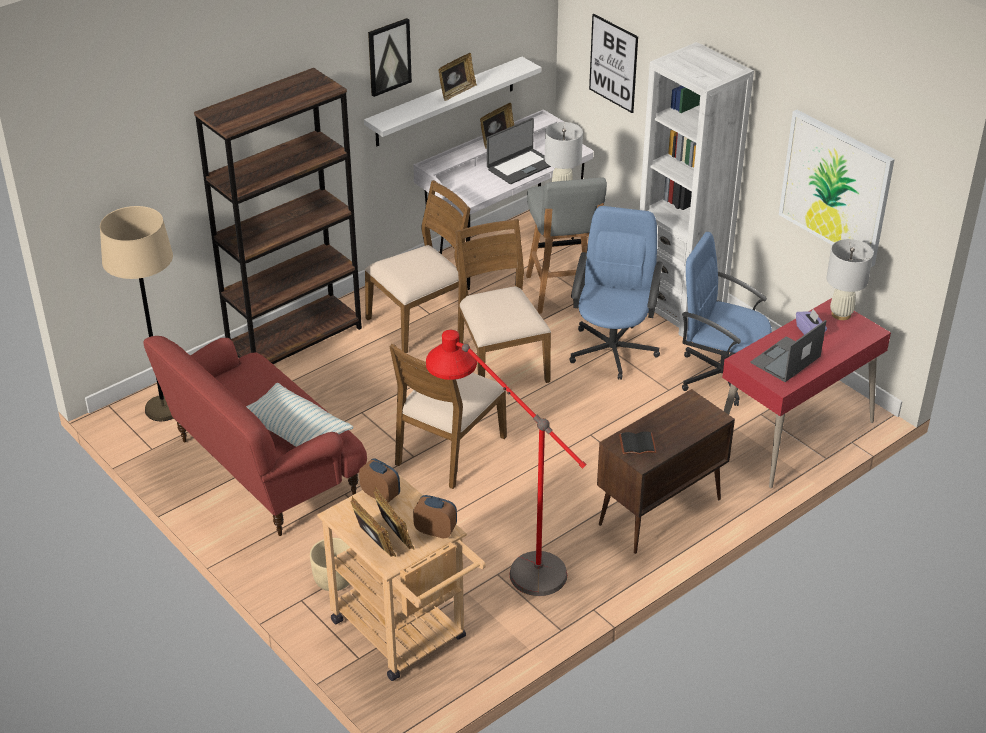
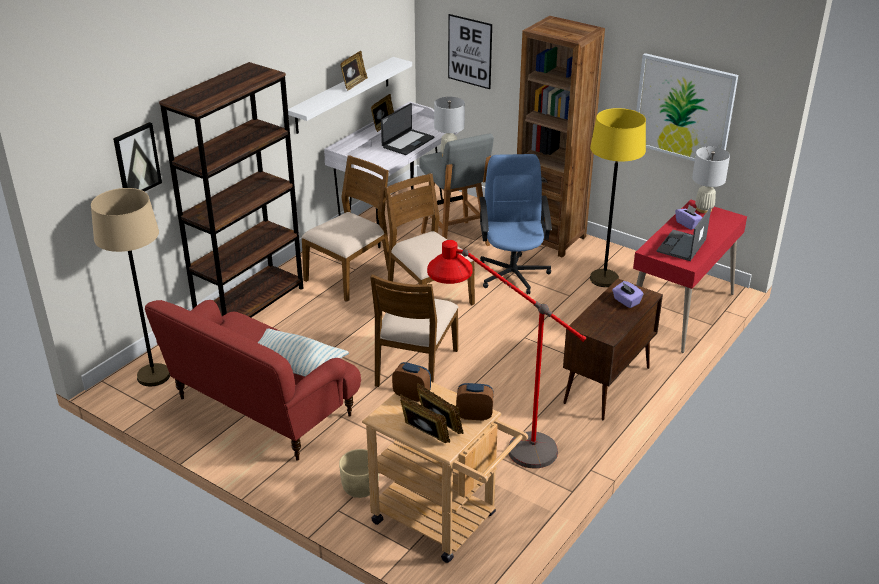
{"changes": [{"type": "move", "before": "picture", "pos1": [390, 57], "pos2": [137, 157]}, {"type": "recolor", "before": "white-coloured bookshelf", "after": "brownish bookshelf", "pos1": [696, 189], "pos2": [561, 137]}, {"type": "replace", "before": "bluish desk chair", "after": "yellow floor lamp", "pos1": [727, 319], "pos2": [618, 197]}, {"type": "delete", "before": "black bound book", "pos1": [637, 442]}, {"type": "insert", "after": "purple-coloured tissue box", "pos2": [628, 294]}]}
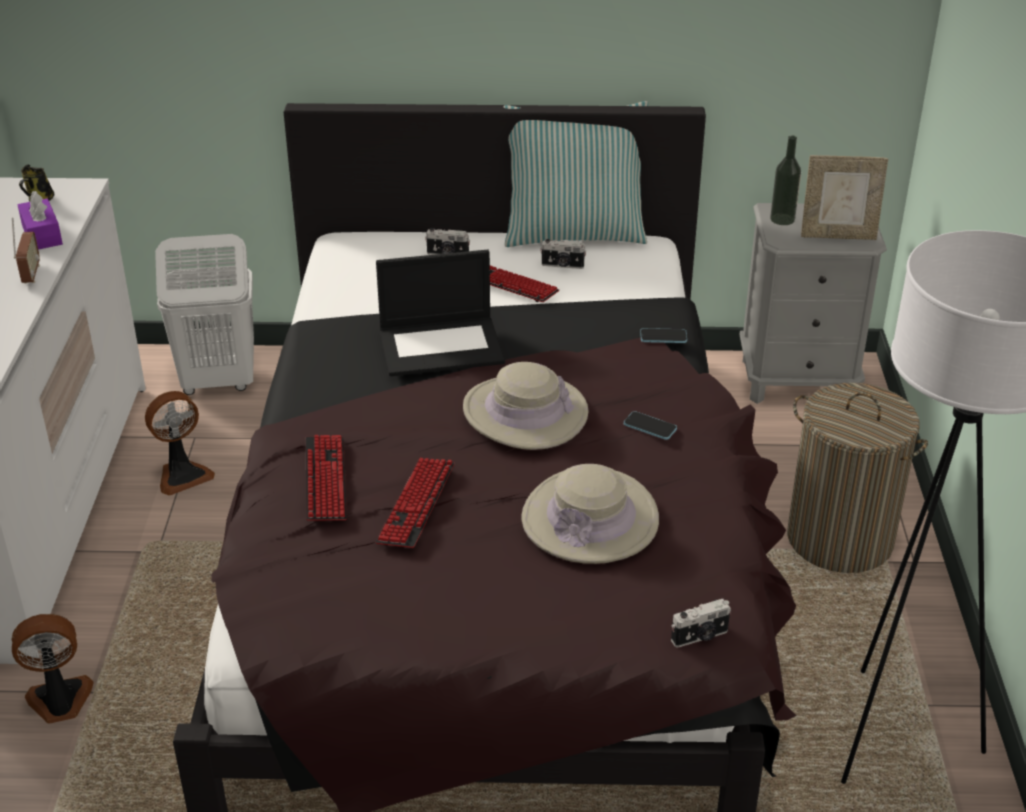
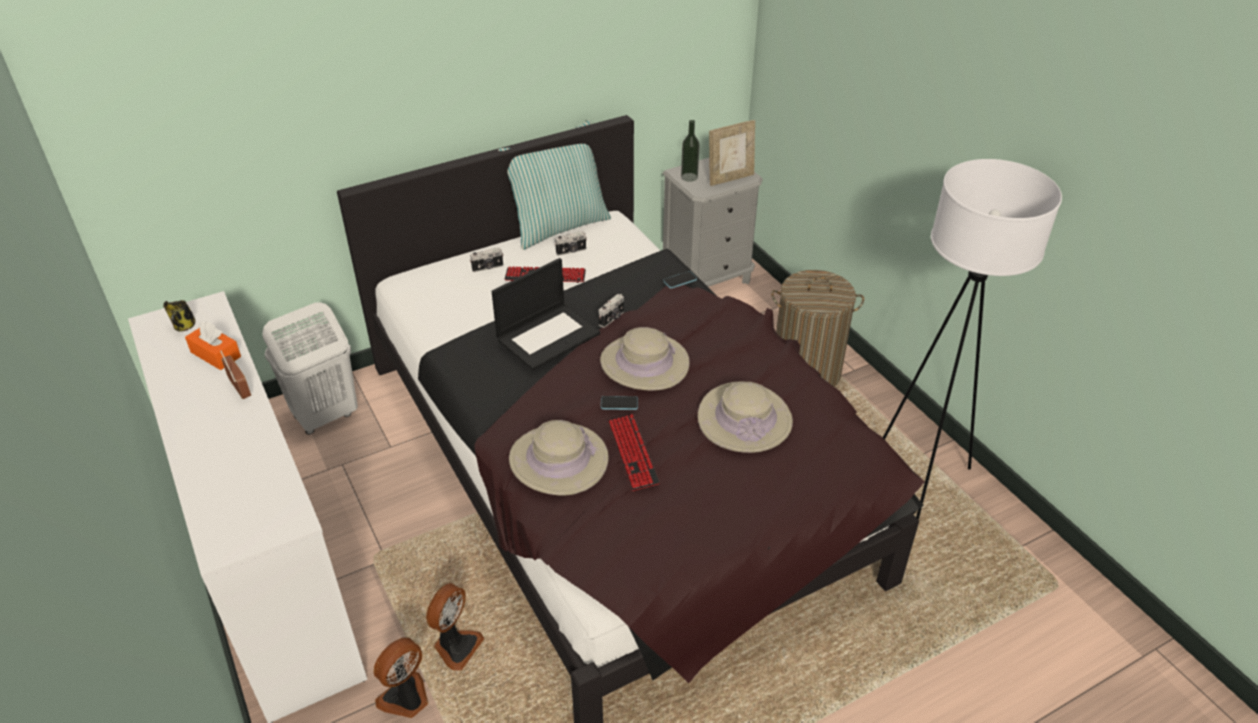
{"changes": [{"type": "recolor", "before": "purple-coloured tissue box", "after": "orange tissue box", "pos1": [40, 220], "pos2": [213, 346]}, {"type": "move", "before": "electric fan", "pos1": [180, 443], "pos2": [455, 627]}, {"type": "move", "before": "handset", "pos1": [650, 425], "pos2": [619, 403]}, {"type": "replace", "before": "PC keyboard", "after": "sand-coloured hat", "pos1": [326, 478], "pos2": [559, 457]}, {"type": "move", "before": "photo camera", "pos1": [701, 623], "pos2": [611, 311]}]}
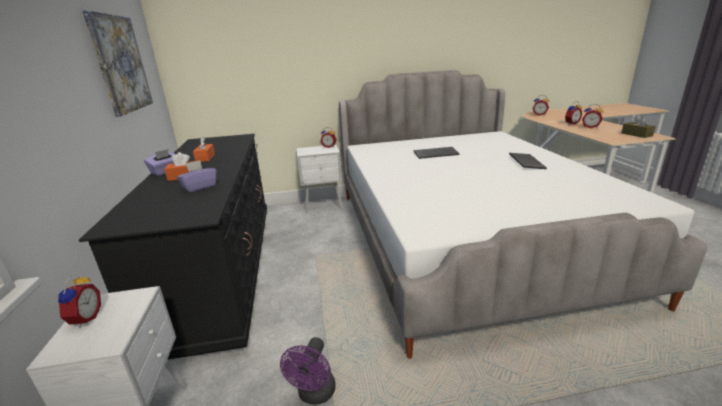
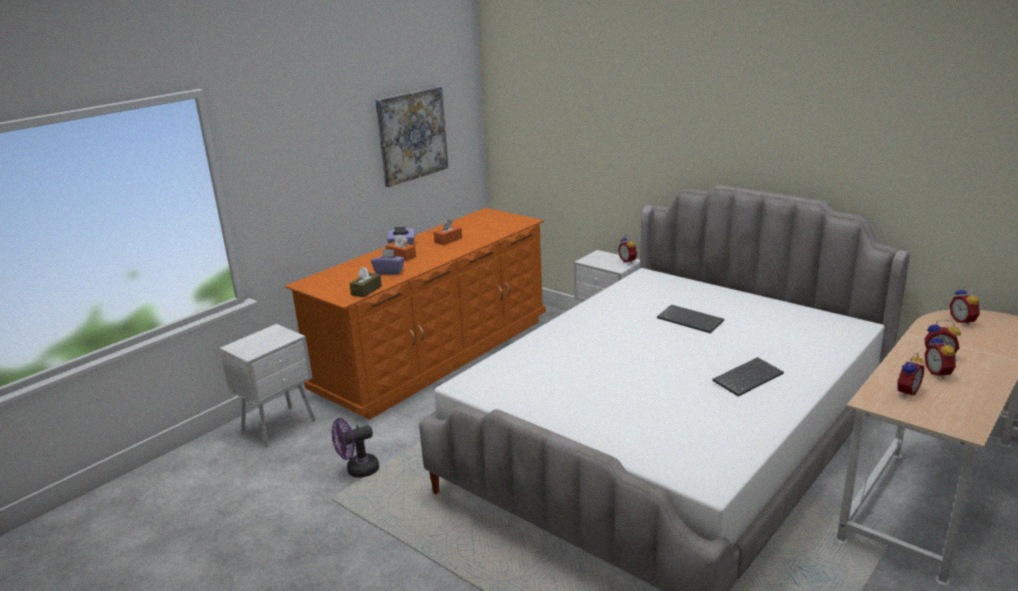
{"changes": [{"type": "move", "before": "brownish tissue box", "pos1": [638, 126], "pos2": [366, 282]}, {"type": "recolor", "before": "black chest of drawers", "after": "orange chest of drawers", "pos1": [173, 247], "pos2": [415, 314]}, {"type": "move", "before": "table clock", "pos1": [78, 300], "pos2": [910, 375]}]}
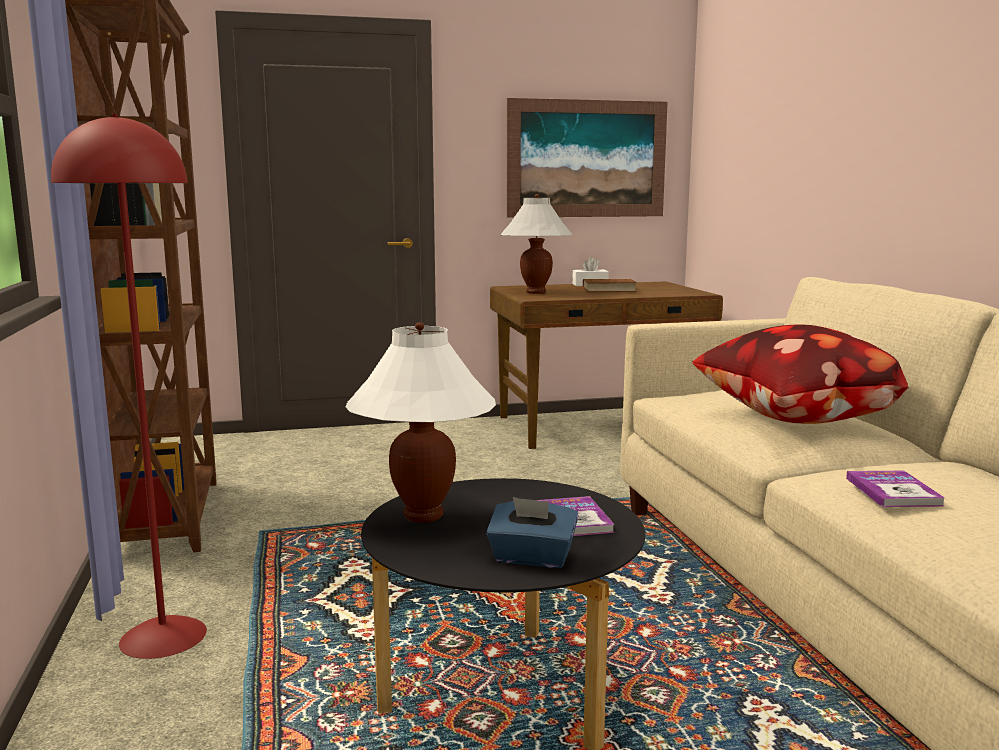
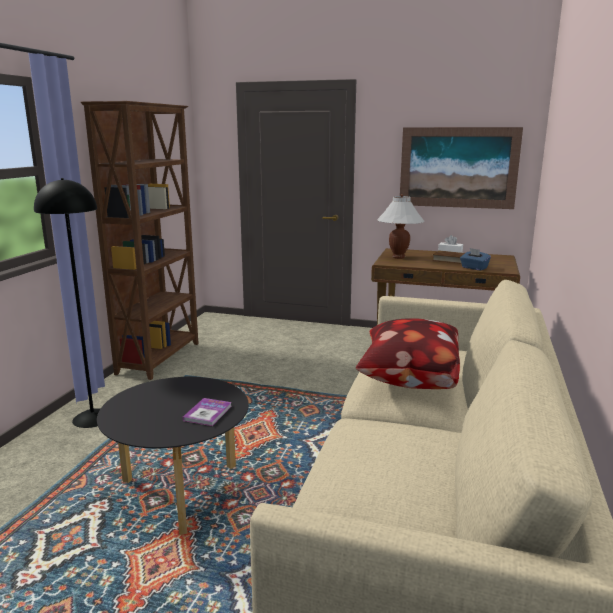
{"changes": [{"type": "recolor", "before": "red-coloured floor lamp", "after": "black floor lamp", "pos1": [129, 386], "pos2": [67, 303]}, {"type": "delete", "before": "white-coloured table lamp", "pos1": [420, 422]}, {"type": "delete", "before": "bound book", "pos1": [895, 489]}, {"type": "move", "before": "bluish tissue box", "pos1": [532, 532], "pos2": [475, 259]}]}
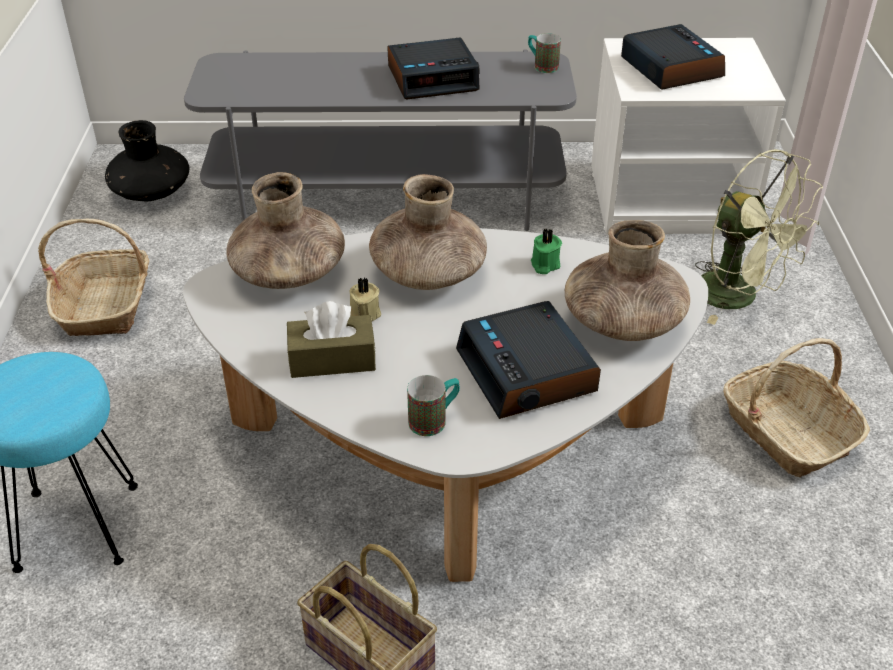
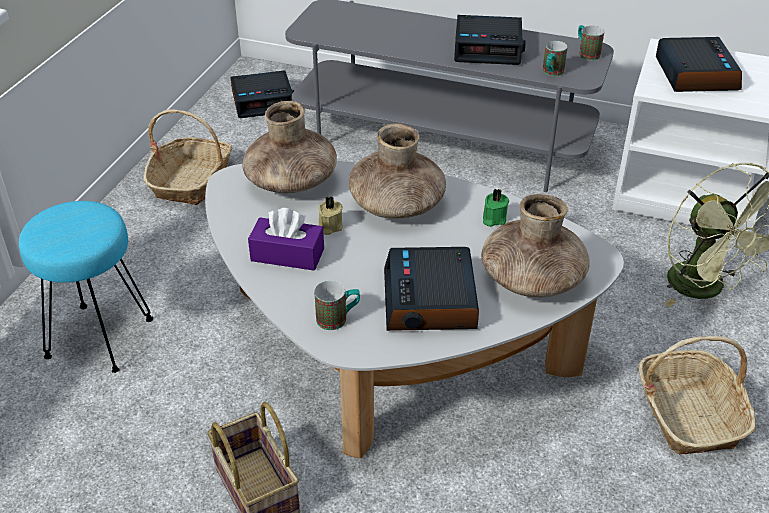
{"changes": [{"type": "replace", "before": "black flower vase", "after": "table clock", "pos1": [147, 161], "pos2": [262, 94]}, {"type": "recolor", "before": "brownish tissue box", "after": "purple-coloured tissue box", "pos1": [331, 339], "pos2": [286, 239]}, {"type": "insert", "after": "tea mug", "pos2": [555, 58]}]}
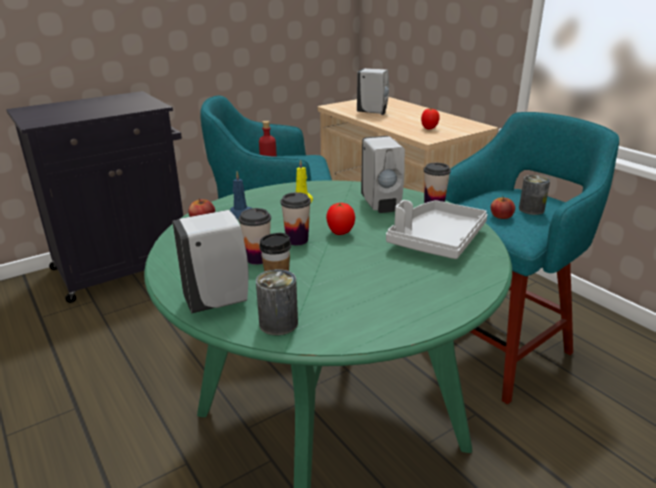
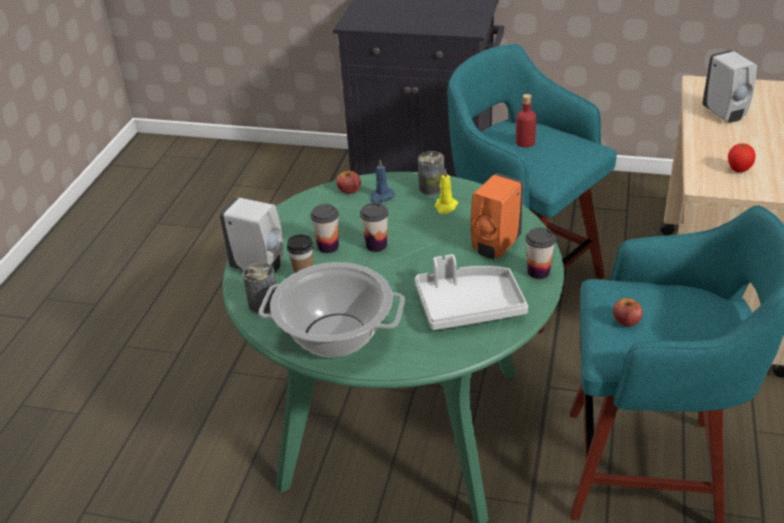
{"changes": [{"type": "recolor", "before": "white-coloured liquid soap bottle", "after": "orange liquid soap bottle", "pos1": [383, 174], "pos2": [497, 216]}, {"type": "move", "before": "sealed can", "pos1": [534, 195], "pos2": [431, 173]}, {"type": "delete", "before": "fresh tomato", "pos1": [340, 219]}, {"type": "insert", "after": "saucepot", "pos2": [332, 309]}]}
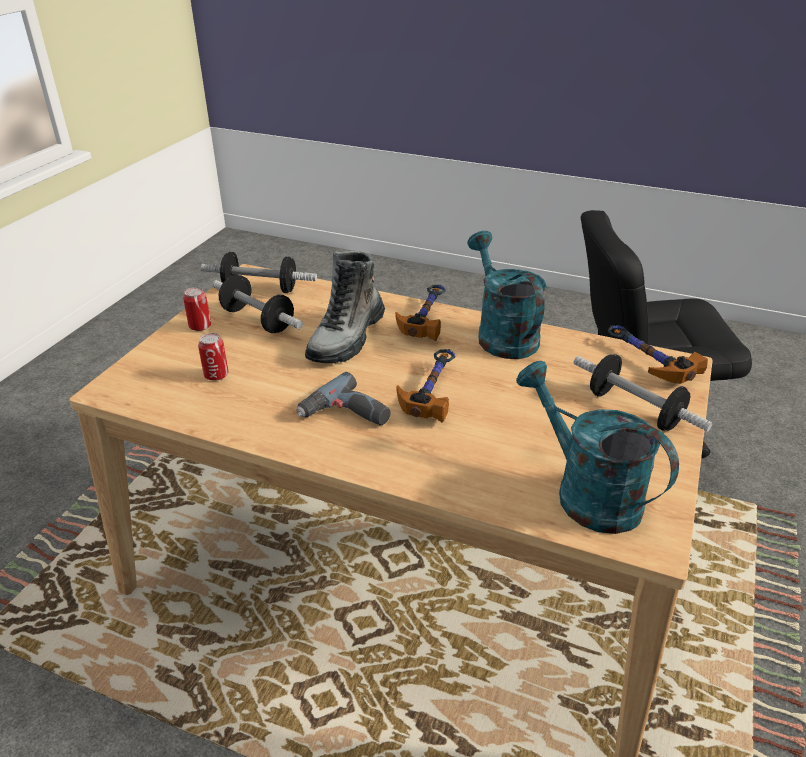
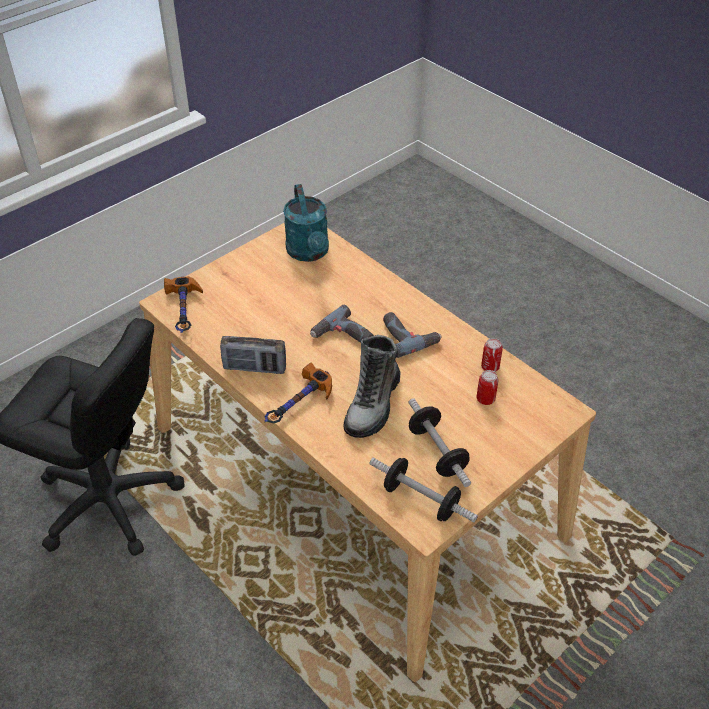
{"changes": [{"type": "replace", "before": "turquoise-coloured watering can", "after": "radio receiver", "pos1": [507, 295], "pos2": [253, 355]}, {"type": "rotate", "before": "high-top boot", "pos1": [345, 307], "pos2": [372, 386], "turn": 150}, {"type": "move", "before": "sealed can", "pos1": [197, 309], "pos2": [492, 355]}, {"type": "replace", "before": "hammer", "after": "power drill", "pos1": [426, 386], "pos2": [342, 323]}, {"type": "delete", "before": "dumbbell", "pos1": [643, 393]}]}
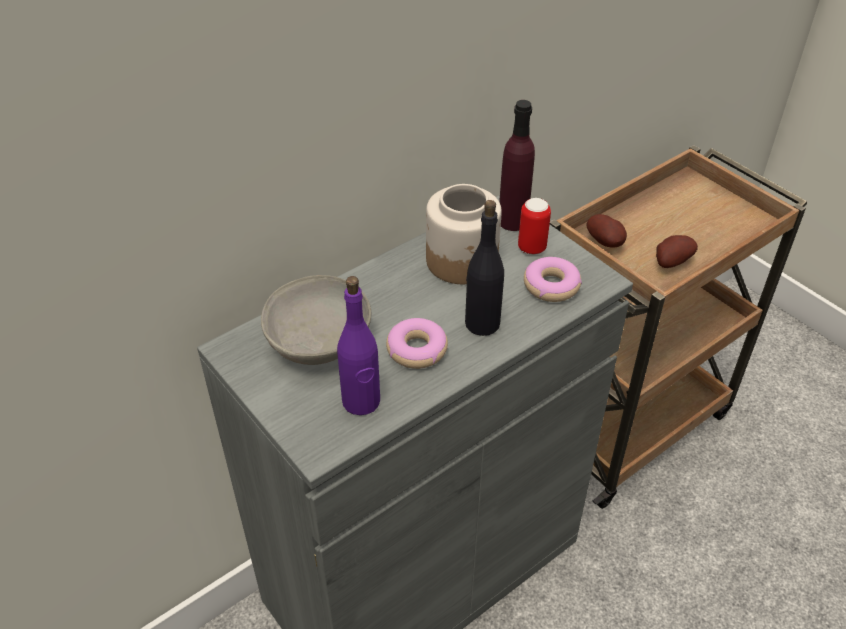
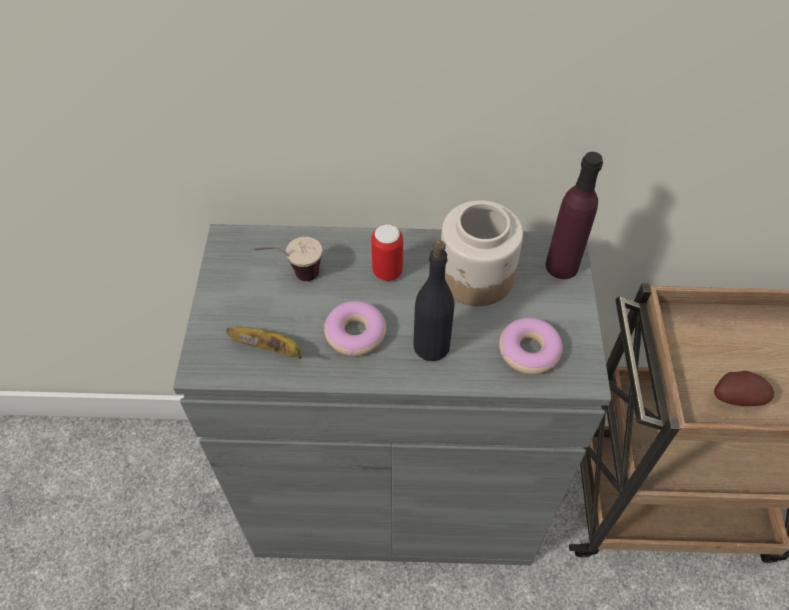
{"changes": [{"type": "move", "before": "sealed can", "pos1": [534, 226], "pos2": [387, 252]}, {"type": "delete", "before": "whole potato", "pos1": [606, 231]}, {"type": "replace", "before": "gray deep dish", "after": "cup", "pos1": [316, 320], "pos2": [288, 259]}, {"type": "replace", "before": "purple-coloured drink bottle", "after": "banana fruit", "pos1": [358, 345], "pos2": [264, 343]}]}
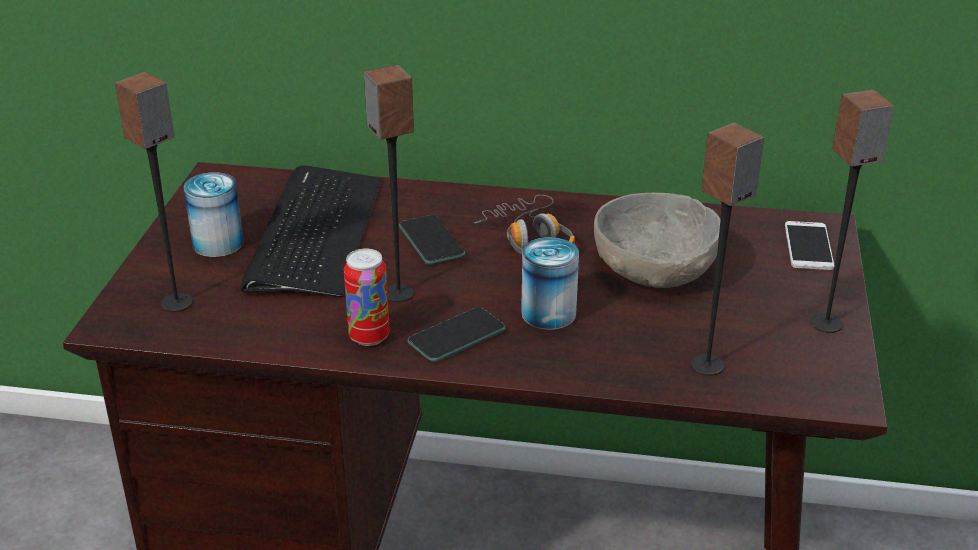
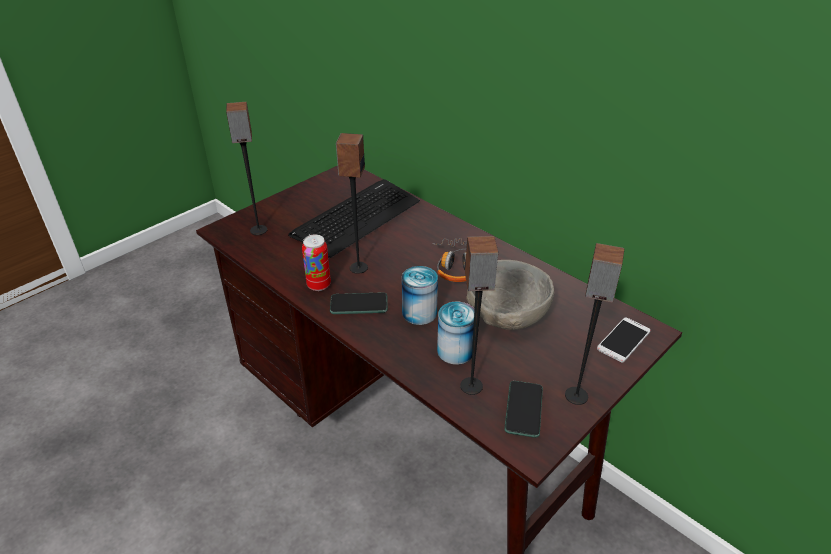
{"changes": [{"type": "move", "before": "sealed can", "pos1": [213, 214], "pos2": [456, 333]}, {"type": "move", "before": "handset", "pos1": [432, 240], "pos2": [523, 409]}]}
